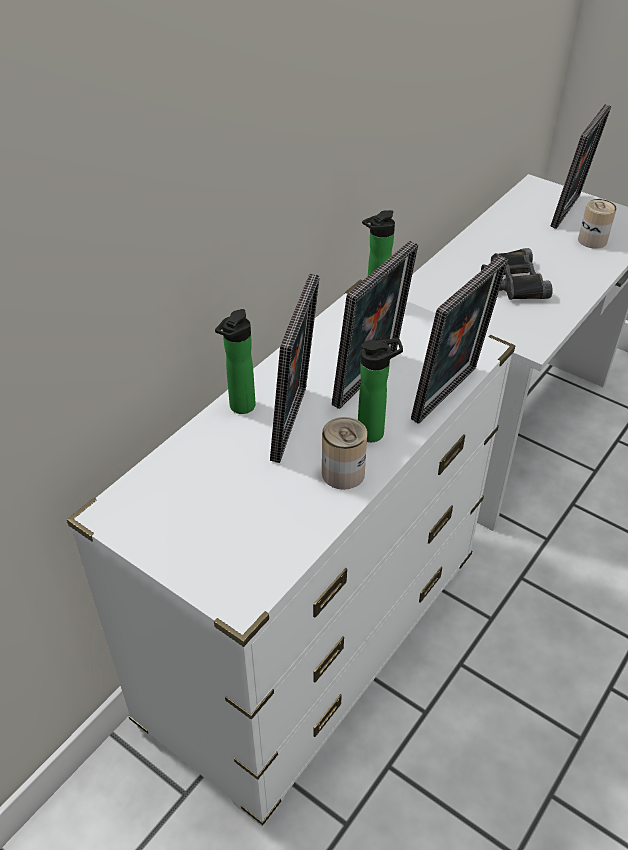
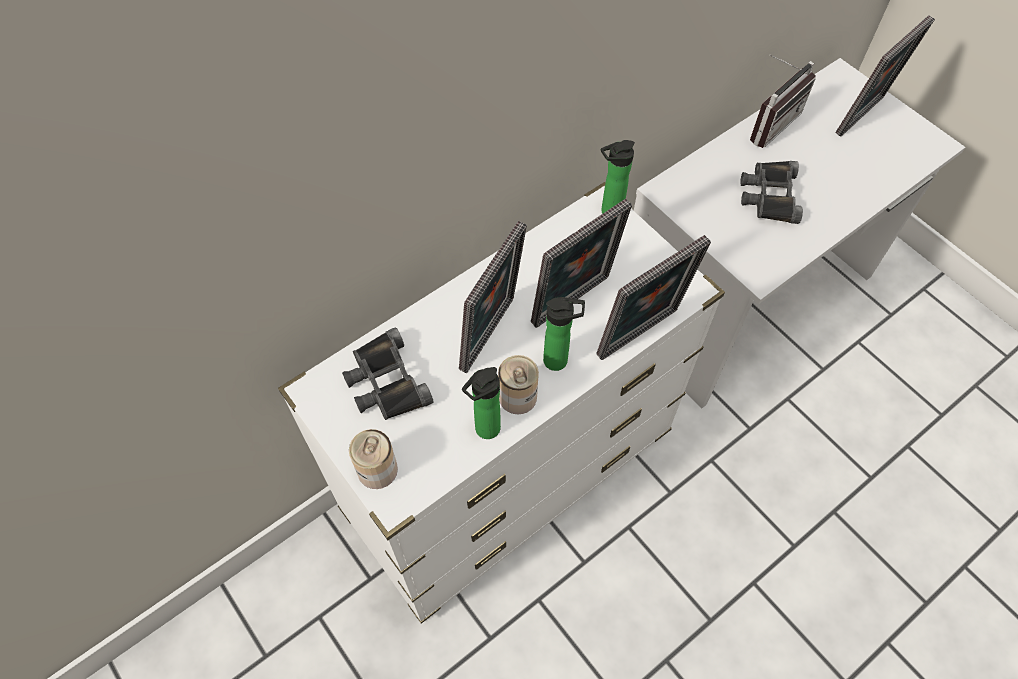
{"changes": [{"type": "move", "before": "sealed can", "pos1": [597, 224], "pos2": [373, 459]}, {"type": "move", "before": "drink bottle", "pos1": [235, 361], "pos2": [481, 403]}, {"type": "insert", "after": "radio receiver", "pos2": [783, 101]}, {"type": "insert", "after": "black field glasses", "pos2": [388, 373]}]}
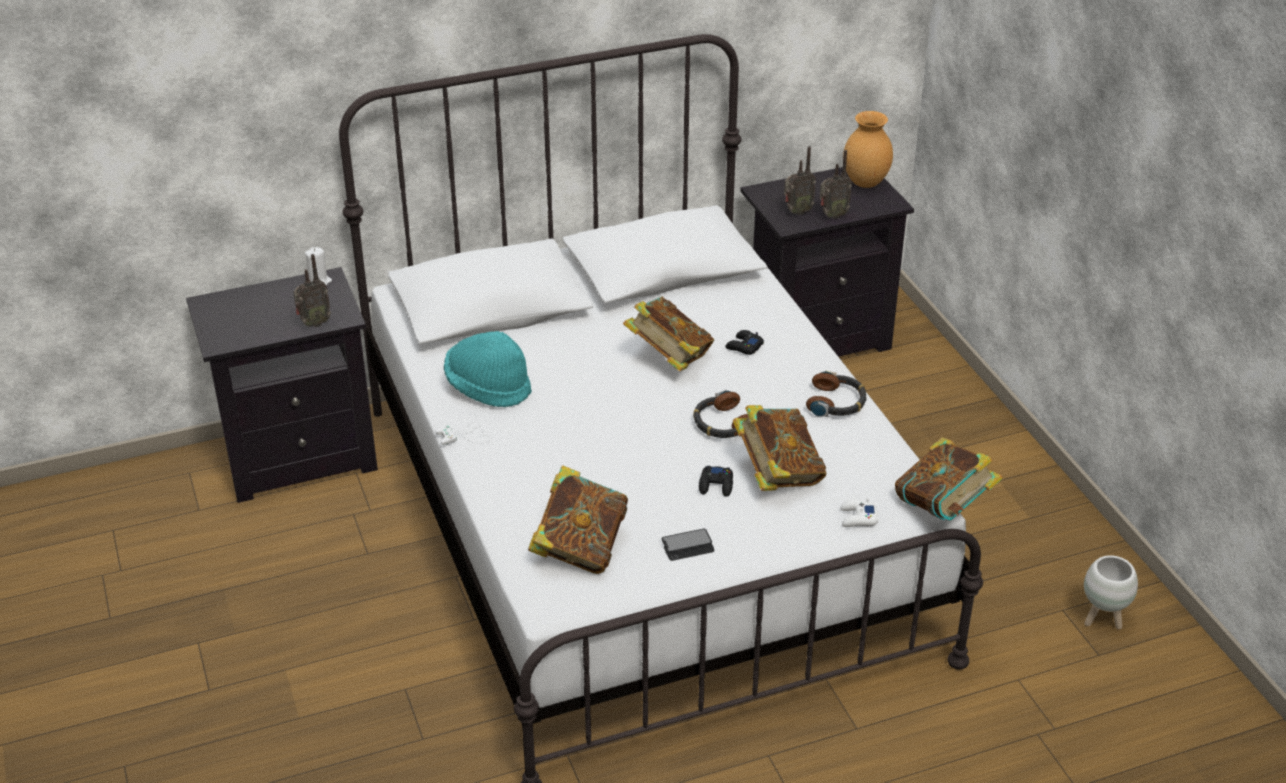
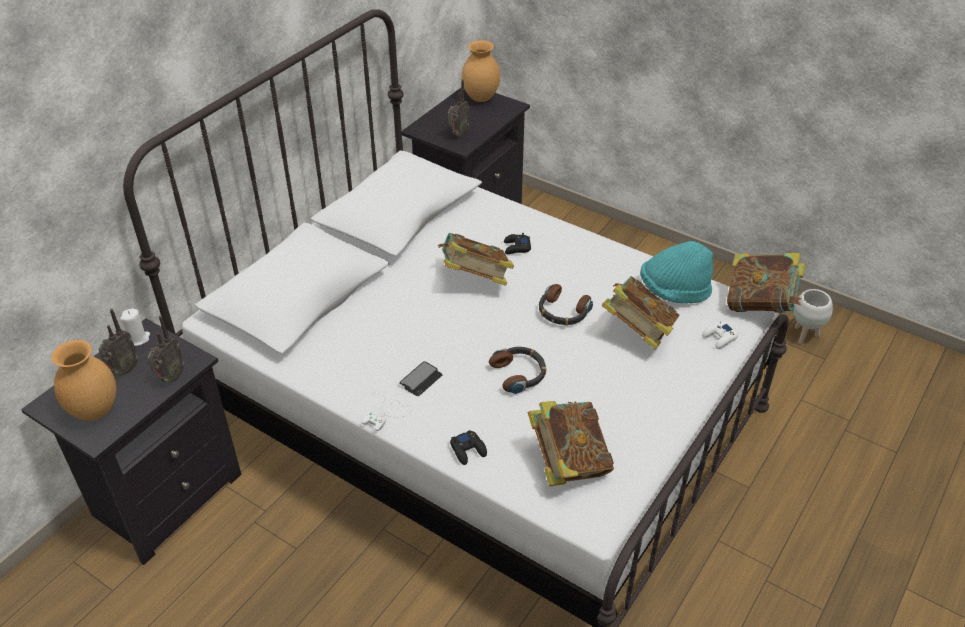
{"changes": [{"type": "move", "before": "radio receiver", "pos1": [836, 184], "pos2": [118, 342]}, {"type": "move", "before": "turquoise-coloured hat", "pos1": [488, 369], "pos2": [676, 272]}, {"type": "move", "before": "headphones", "pos1": [836, 394], "pos2": [517, 370]}, {"type": "move", "before": "black game controller", "pos1": [716, 481], "pos2": [468, 447]}, {"type": "move", "before": "handset", "pos1": [688, 545], "pos2": [420, 378]}, {"type": "insert", "after": "brownish flower vase", "pos2": [84, 380]}]}
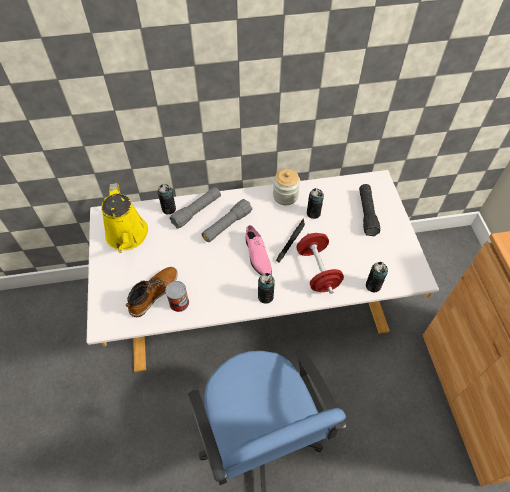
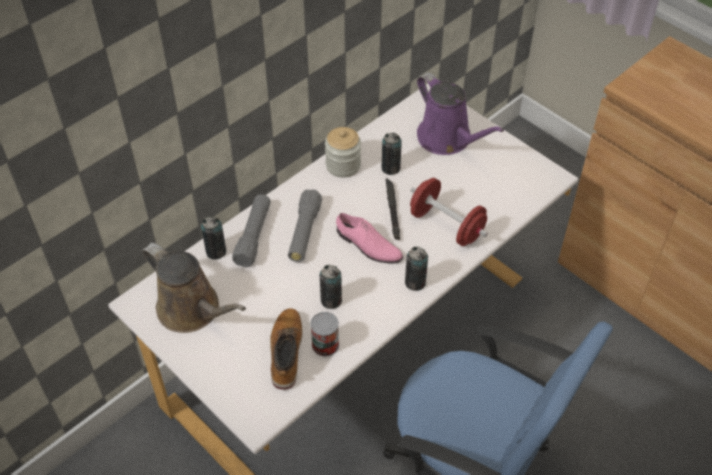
{"changes": [{"type": "recolor", "before": "yellow watering can", "after": "brownish watering can", "pos1": [124, 218], "pos2": [194, 288]}, {"type": "replace", "before": "black flashlight", "after": "purple-coloured watering can", "pos1": [369, 210], "pos2": [460, 113]}, {"type": "move", "before": "sealed can", "pos1": [377, 277], "pos2": [331, 286]}]}
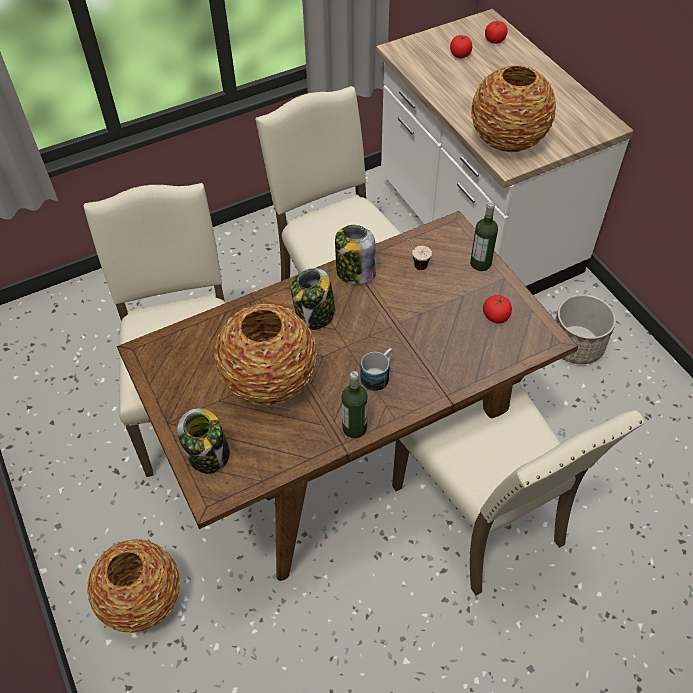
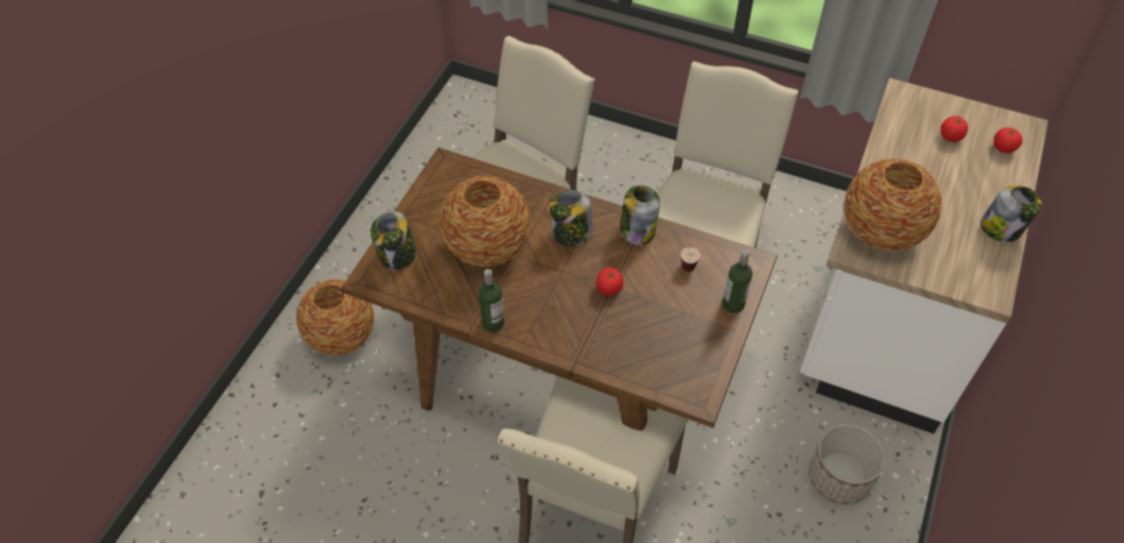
{"changes": [{"type": "move", "before": "fresh tomato", "pos1": [497, 309], "pos2": [609, 281]}, {"type": "delete", "before": "tea mug", "pos1": [377, 369]}, {"type": "insert", "after": "storage jar", "pos2": [1011, 213]}]}
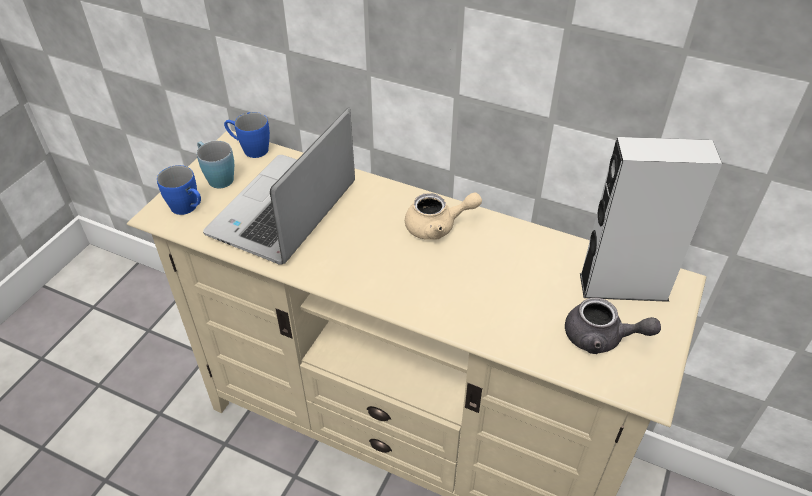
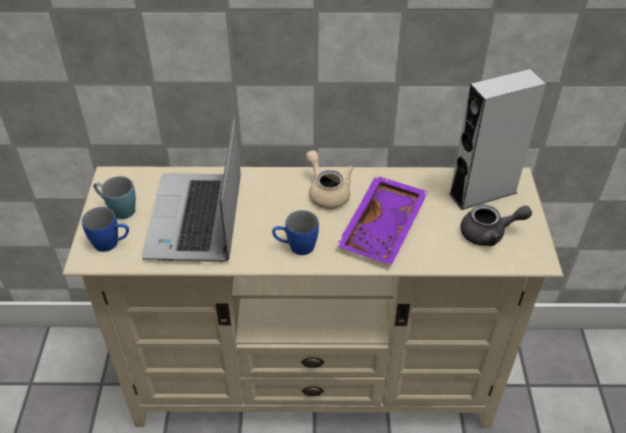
{"changes": [{"type": "move", "before": "bluish tea mug", "pos1": [247, 135], "pos2": [295, 232]}, {"type": "rotate", "before": "sand-coloured teapot", "pos1": [443, 216], "pos2": [329, 179], "turn": -90}, {"type": "insert", "after": "purple-coloured tray", "pos2": [382, 220]}]}
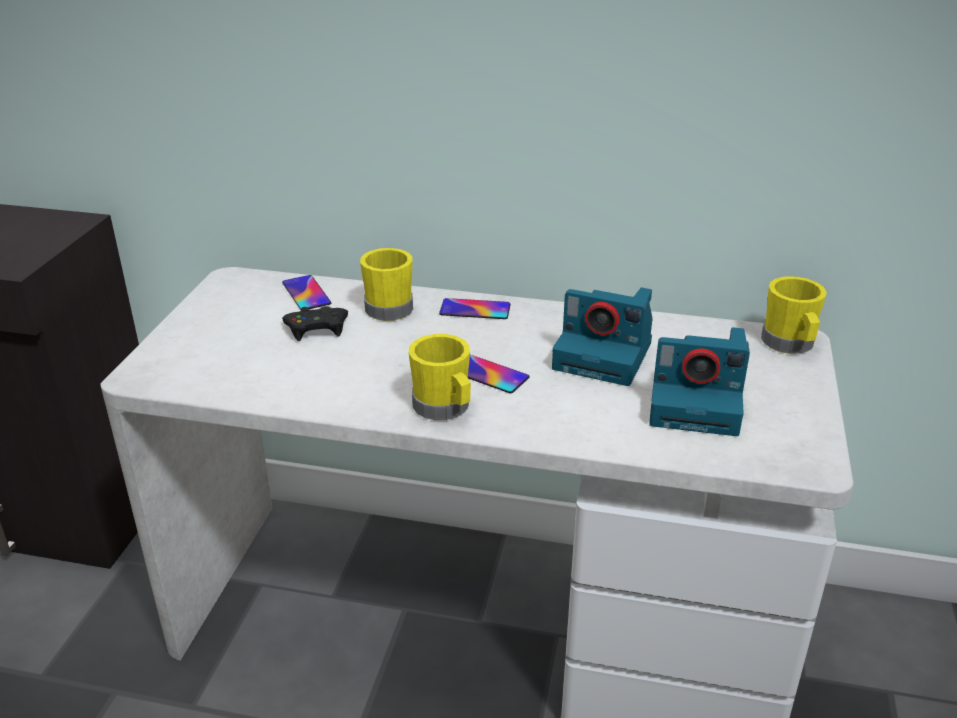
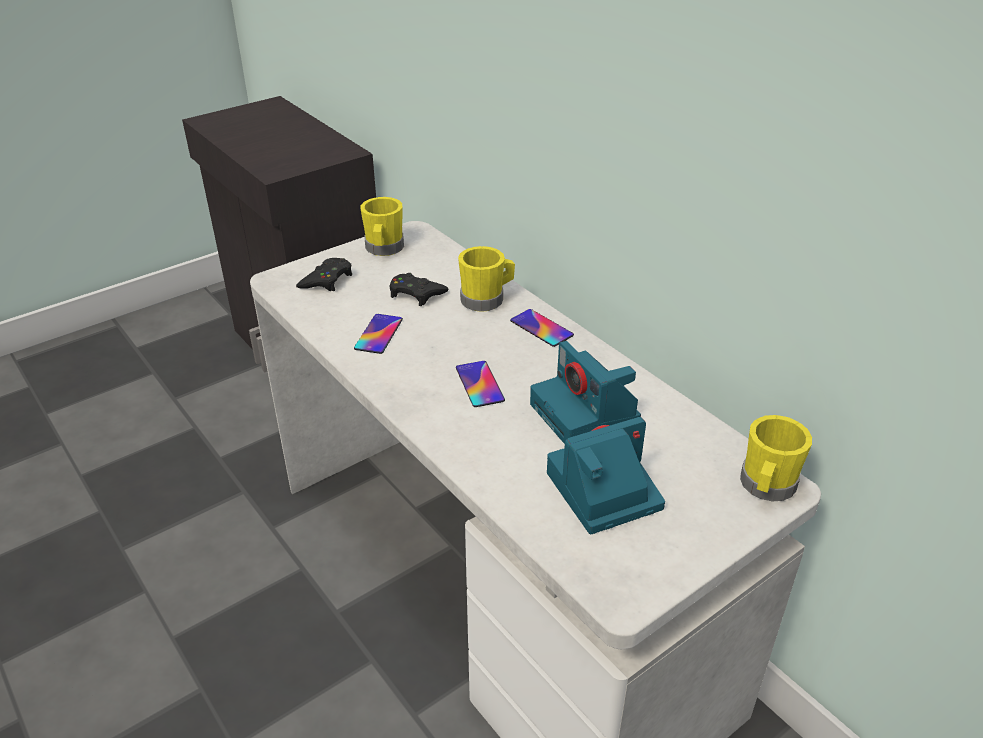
{"changes": [{"type": "move", "before": "handset", "pos1": [306, 292], "pos2": [378, 334]}, {"type": "rotate", "before": "photo camera", "pos1": [699, 381], "pos2": [606, 475], "turn": 105}, {"type": "move", "before": "yellow tea mug", "pos1": [440, 377], "pos2": [382, 226]}, {"type": "insert", "after": "black game controller", "pos2": [324, 274]}]}
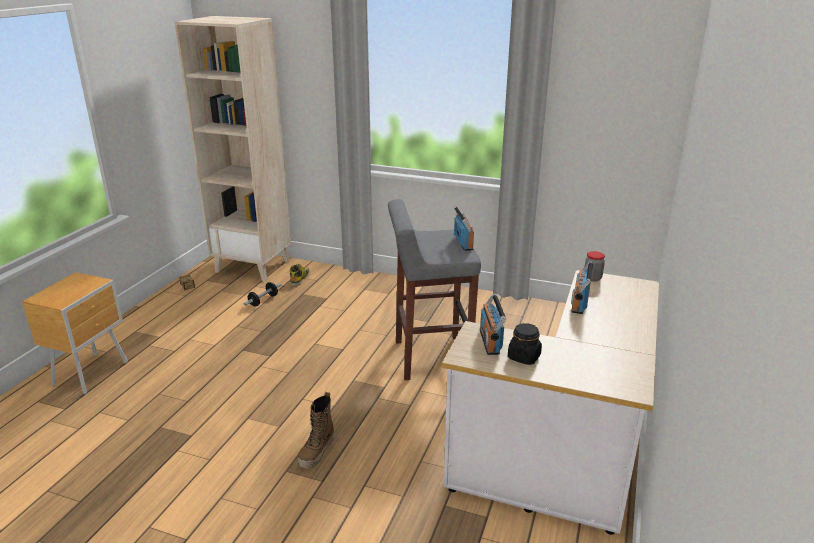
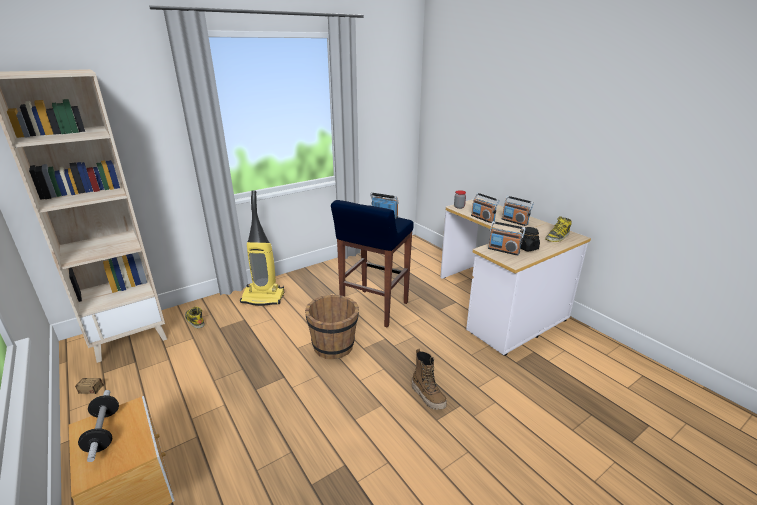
{"changes": [{"type": "recolor", "before": "gray sitting stool", "after": "bluish sitting stool", "pos1": [434, 289], "pos2": [372, 264]}, {"type": "move", "before": "dumbbell", "pos1": [262, 294], "pos2": [98, 426]}, {"type": "insert", "after": "vacuum", "pos2": [262, 248]}, {"type": "insert", "after": "radio receiver", "pos2": [518, 211]}, {"type": "insert", "after": "high-top boot", "pos2": [558, 229]}, {"type": "insert", "after": "brownish bucket", "pos2": [332, 327]}]}
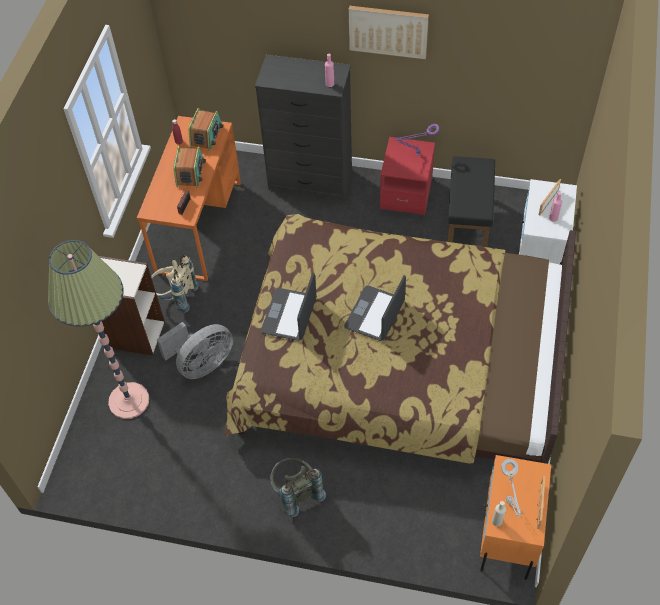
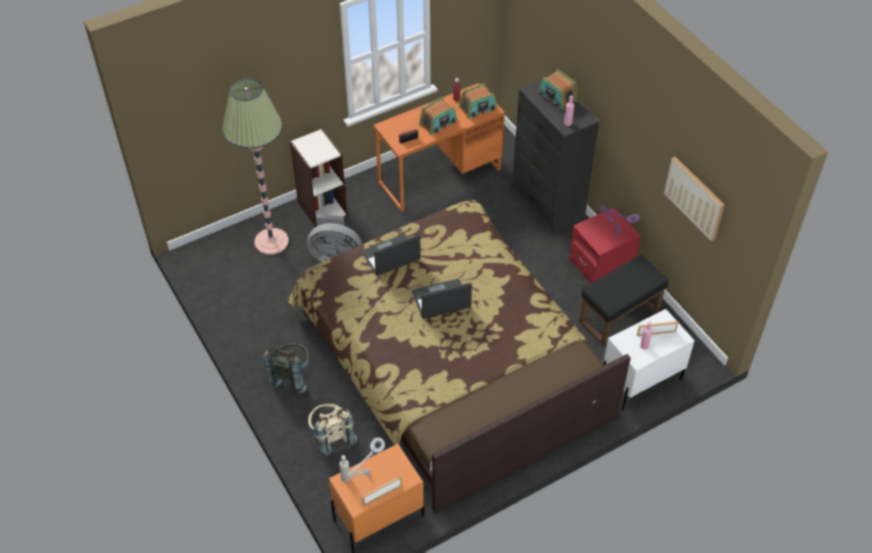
{"changes": [{"type": "move", "before": "picture", "pos1": [389, 32], "pos2": [694, 198]}, {"type": "move", "before": "sand-coloured rucksack", "pos1": [175, 284], "pos2": [332, 430]}, {"type": "insert", "after": "radio receiver", "pos2": [557, 89]}]}
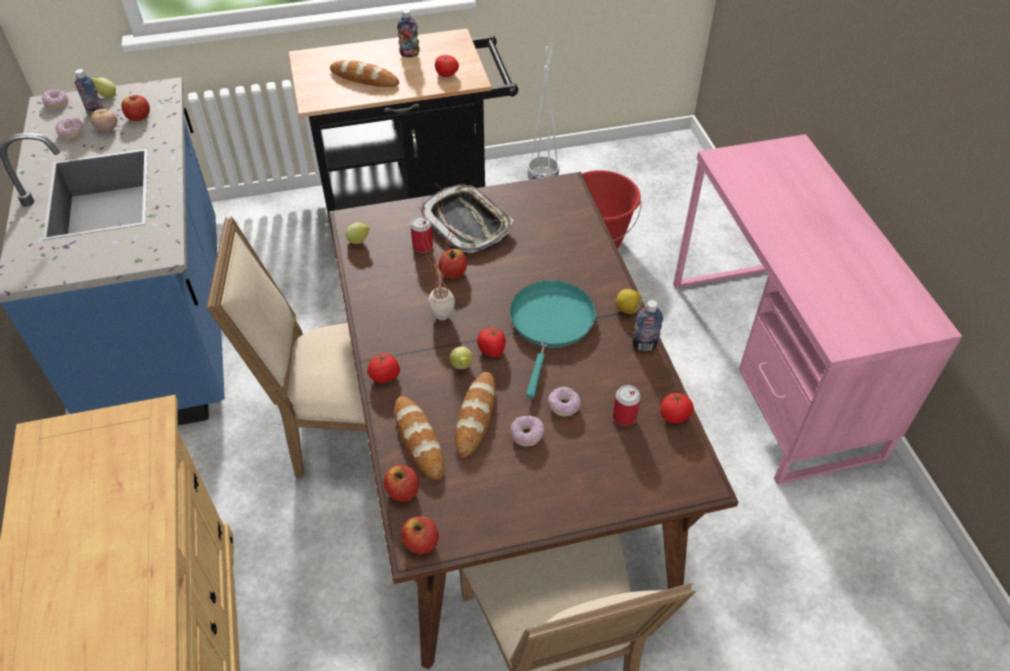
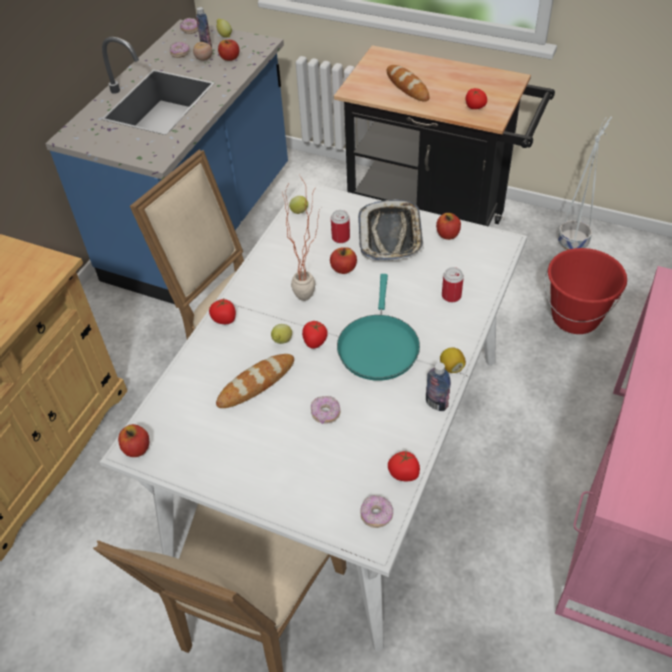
{"changes": [{"type": "delete", "before": "drink bottle", "pos1": [408, 33]}, {"type": "recolor", "before": "brownish dinner table", "after": "white-coloured dinner table", "pos1": [533, 420], "pos2": [313, 416]}, {"type": "rotate", "before": "turquoise-coloured pan", "pos1": [552, 339], "pos2": [378, 327], "turn": 135}, {"type": "move", "before": "sealed can", "pos1": [626, 405], "pos2": [453, 284]}, {"type": "delete", "before": "baked bread", "pos1": [419, 438]}, {"type": "move", "before": "ring doughnut", "pos1": [528, 431], "pos2": [376, 511]}, {"type": "move", "before": "apple", "pos1": [401, 483], "pos2": [448, 226]}]}
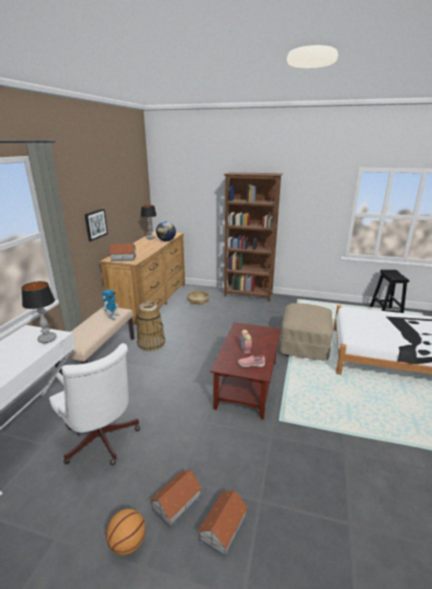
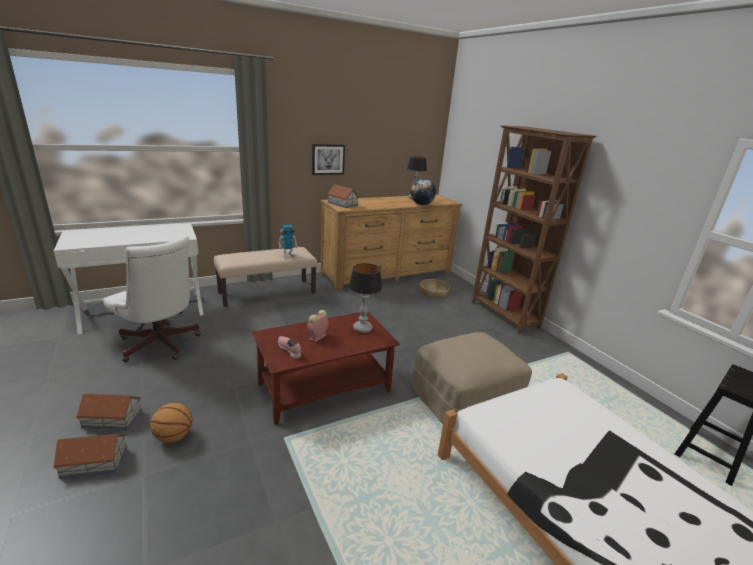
{"changes": [{"type": "move", "before": "table lamp", "pos1": [39, 312], "pos2": [365, 298]}, {"type": "delete", "before": "basket", "pos1": [151, 327]}, {"type": "rotate", "before": "white-coloured desk chair", "pos1": [94, 404], "pos2": [152, 298], "turn": -60}, {"type": "move", "before": "basketball ball", "pos1": [126, 532], "pos2": [171, 423]}]}
